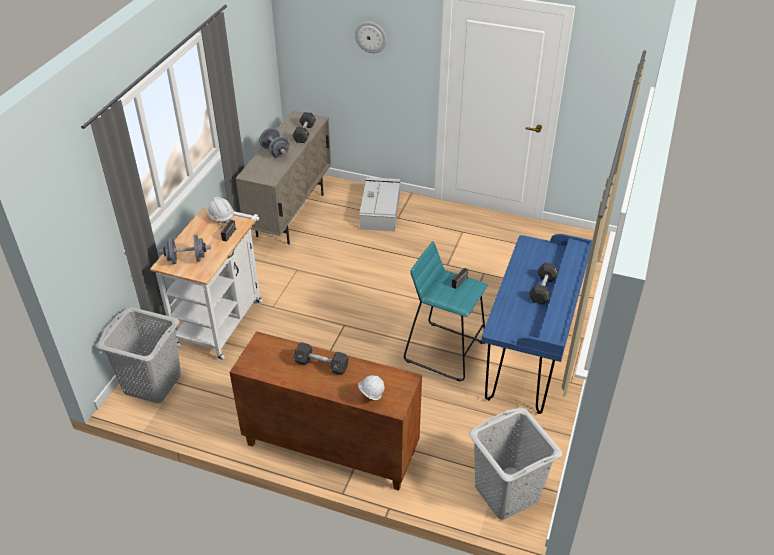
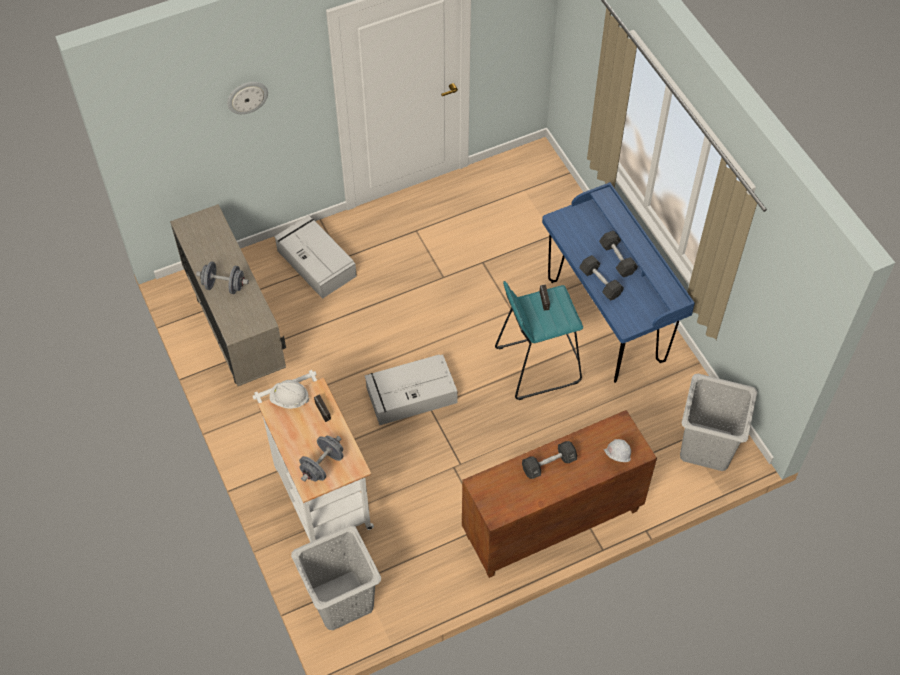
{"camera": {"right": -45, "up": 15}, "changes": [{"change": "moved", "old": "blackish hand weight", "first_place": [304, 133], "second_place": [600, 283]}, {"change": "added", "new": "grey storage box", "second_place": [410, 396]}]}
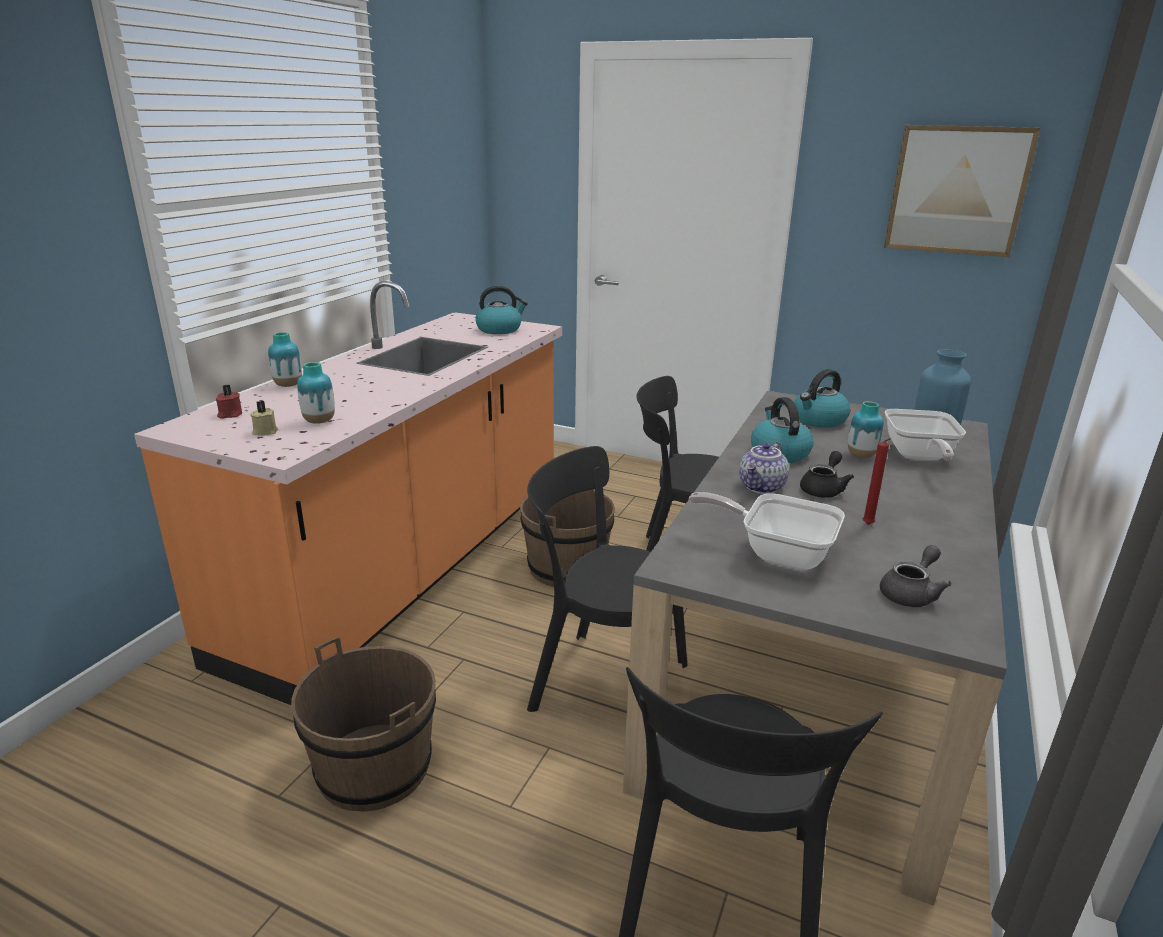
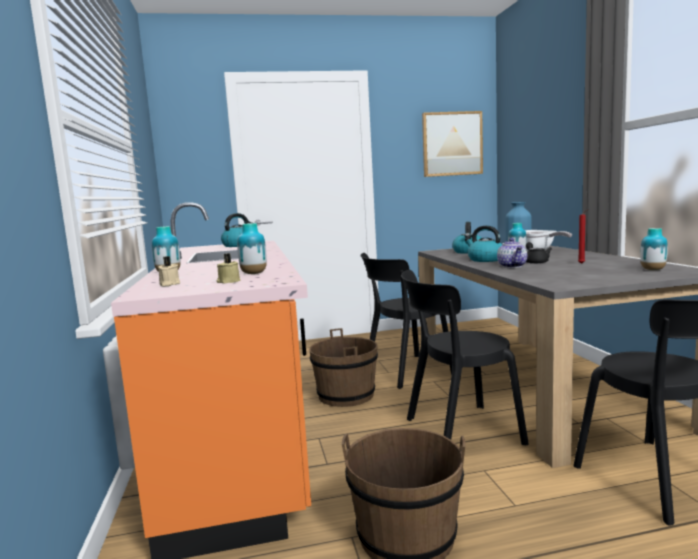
{"camera": {"right": -35, "up": -15}, "changes": [{"change": "recoloured", "old": "red wax light", "new": "sand-coloured wax light", "first_place": [230, 414], "second_place": [169, 284]}, {"change": "removed", "old": "frying pan", "first_place": [777, 553]}, {"change": "replaced", "old": "grey teapot", "new": "decorative vase", "first_place": [911, 593], "second_place": [653, 270]}]}
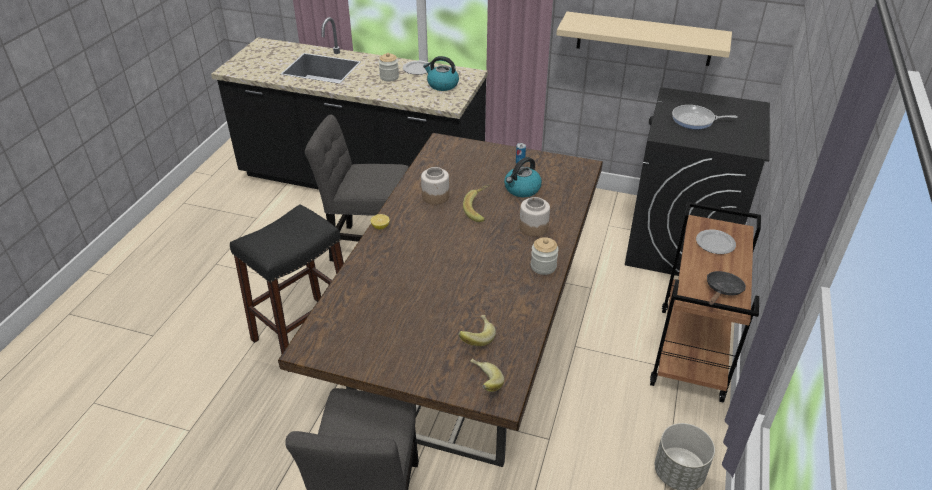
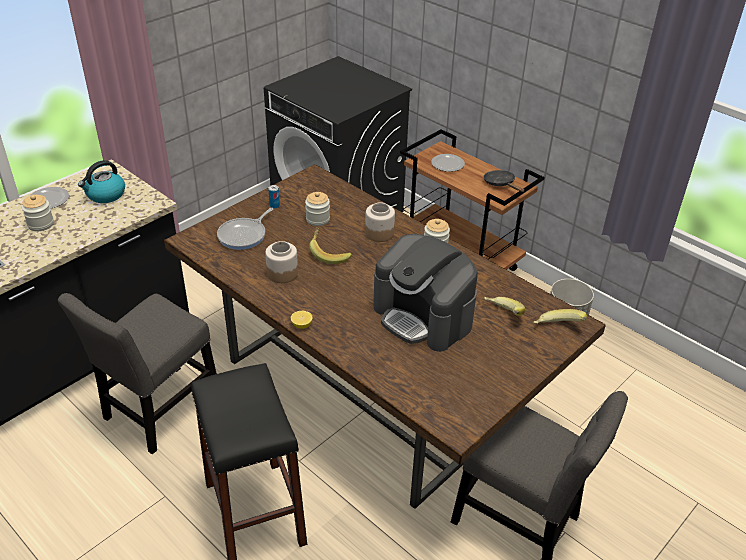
{"camera": {"right": -65, "up": 0}, "changes": [{"change": "replaced", "old": "water kettle", "new": "jar", "first_place": [522, 189], "second_place": [317, 219]}, {"change": "removed", "old": "sand-coloured wall shelf", "first_place": [644, 39]}, {"change": "moved", "old": "frying pan", "first_place": [695, 120], "second_place": [244, 235]}, {"change": "added", "new": "coffee maker", "second_place": [423, 316]}]}
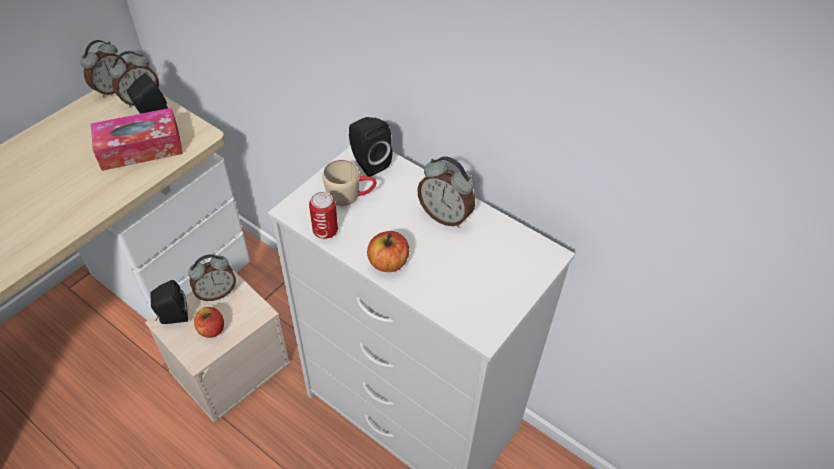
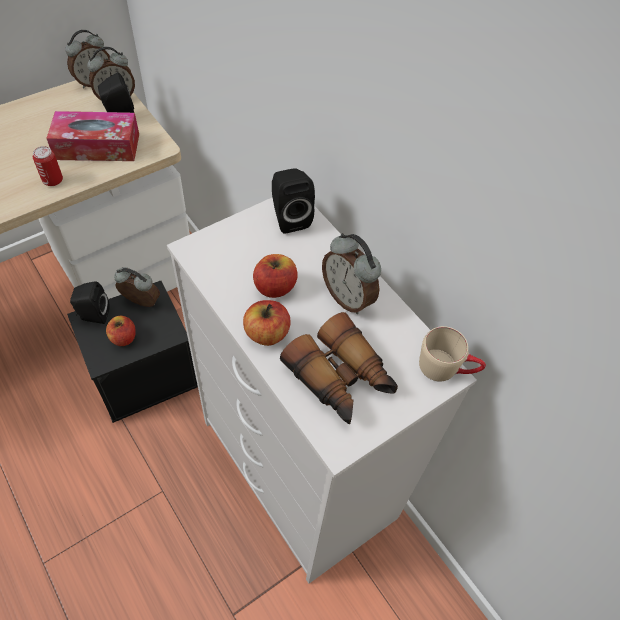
{"camera": {"right": 15, "up": 5}, "changes": [{"change": "recoloured", "old": "sand-coloured storage box", "new": "blackish storage box", "first_place": [230, 366], "second_place": [145, 373]}, {"change": "turned", "old": "bedside clock", "first_place": [216, 293], "second_place": [140, 303], "degrees": -150}, {"change": "moved", "old": "metal can", "first_place": [325, 231], "second_place": [53, 180]}, {"change": "moved", "old": "sand-coloured coffee mug", "first_place": [350, 195], "second_place": [447, 368]}, {"change": "added", "new": "apple", "second_place": [275, 287]}, {"change": "added", "new": "pair of binoculars", "second_place": [341, 379]}]}
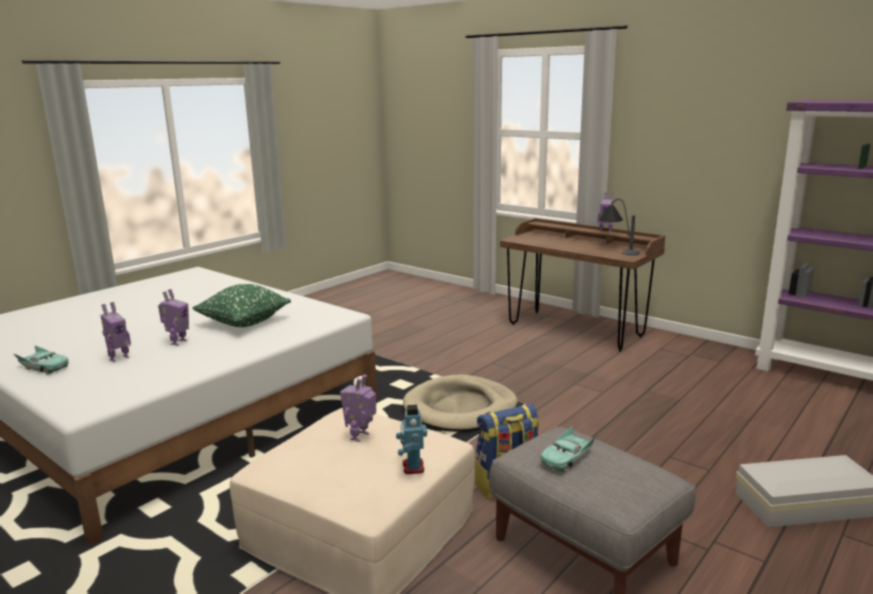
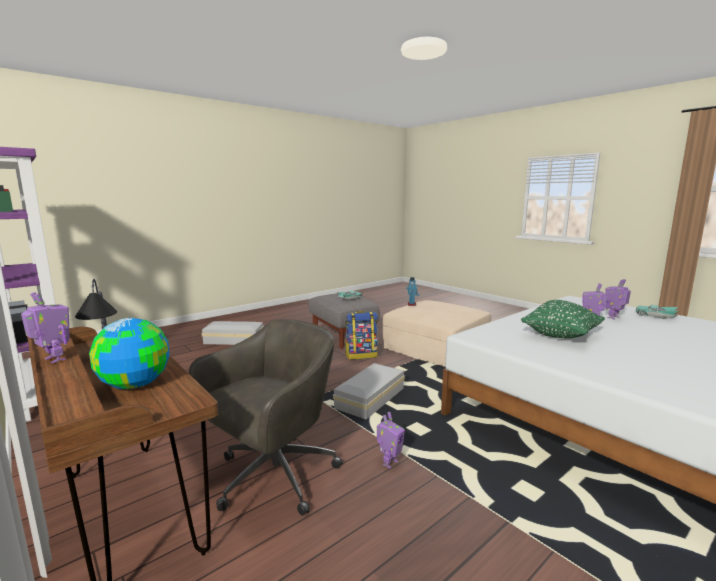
{"camera": {"right": -170, "up": -5}, "changes": [{"change": "moved", "old": "toy robot", "first_place": [360, 437], "second_place": [389, 462]}, {"change": "replaced", "old": "sand-coloured pet bed", "new": "white storage box", "first_place": [460, 408], "second_place": [369, 399]}, {"change": "added", "new": "globe", "second_place": [135, 384]}, {"change": "added", "new": "grey computer chair", "second_place": [273, 477]}]}
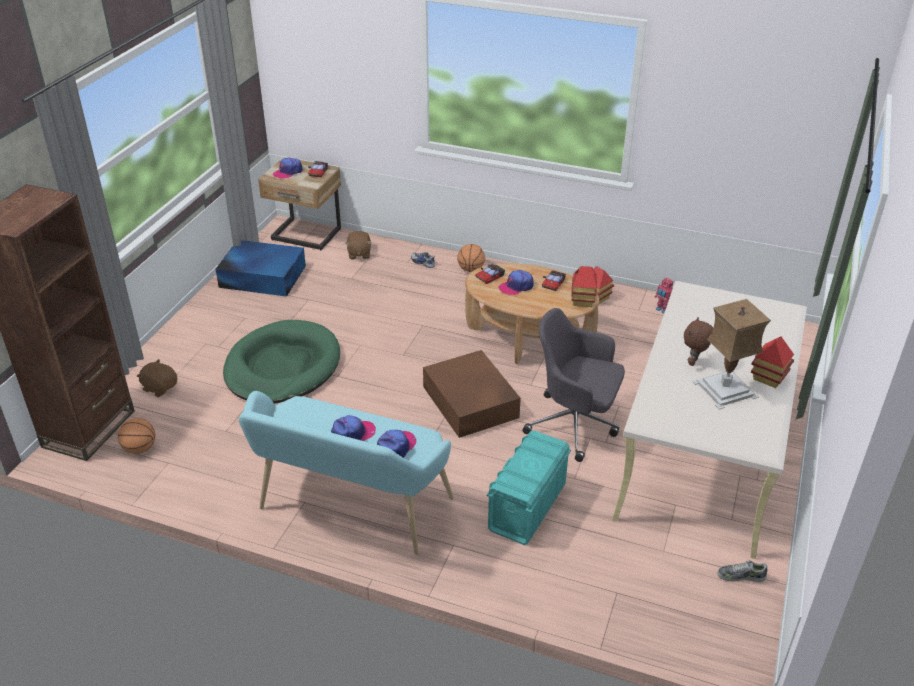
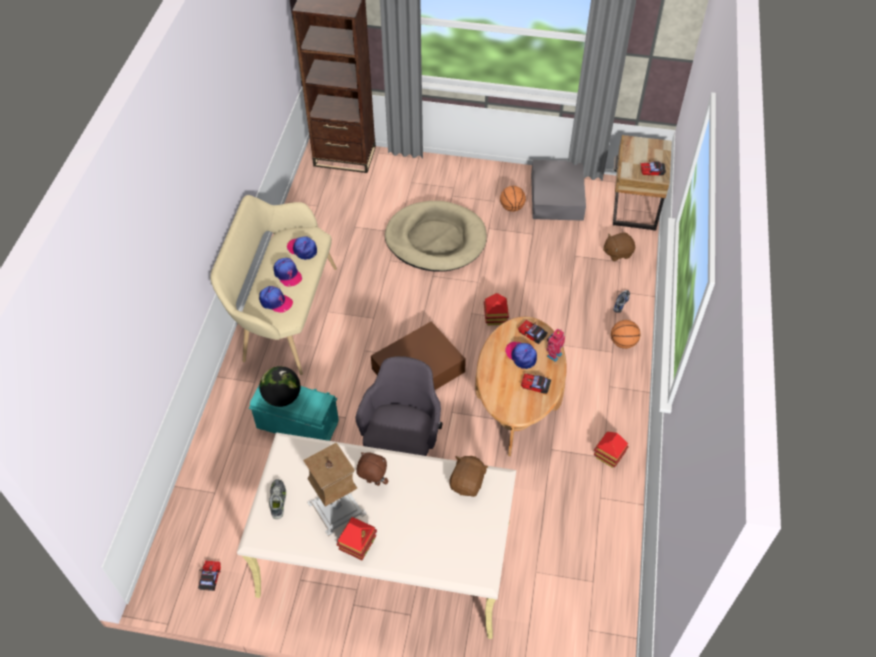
{"camera": {"right": 80, "up": 15}, "changes": [{"change": "moved", "old": "ball for basketball", "first_place": [140, 449], "second_place": [512, 207]}, {"change": "moved", "old": "brown-coloured cuddly toy", "first_place": [160, 388], "second_place": [467, 483]}, {"change": "recoloured", "old": "bluish storage box", "new": "grey storage box", "first_place": [261, 276], "second_place": [557, 196]}, {"change": "recoloured", "old": "green-coloured pet bed", "new": "sand-coloured pet bed", "first_place": [282, 367], "second_place": [435, 239]}, {"change": "recoloured", "old": "turquoise long seat", "new": "sand-coloured long seat", "first_place": [349, 508], "second_place": [284, 314]}, {"change": "moved", "old": "peaked cap", "first_place": [288, 172], "second_place": [302, 249]}, {"change": "moved", "old": "model house", "first_place": [582, 301], "second_place": [495, 319]}, {"change": "moved", "old": "toy robot", "first_place": [662, 310], "second_place": [553, 354]}, {"change": "moved", "old": "shoe", "first_place": [741, 576], "second_place": [278, 500]}, {"change": "added", "new": "toy car", "second_place": [210, 577]}, {"change": "added", "new": "globe", "second_place": [282, 397]}]}
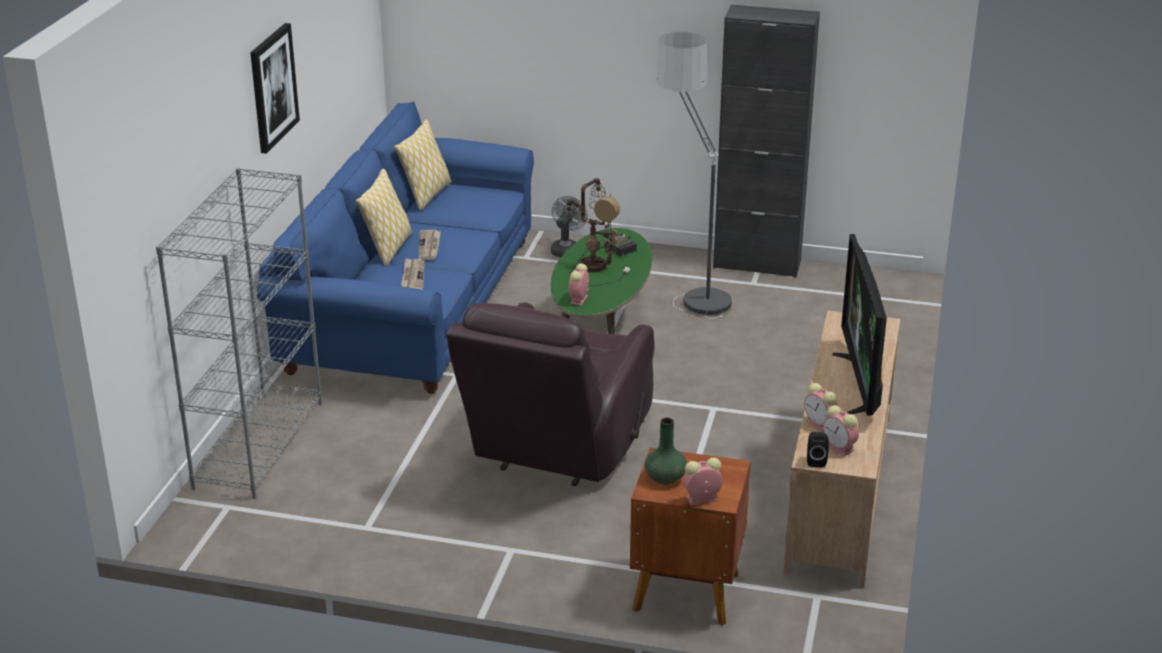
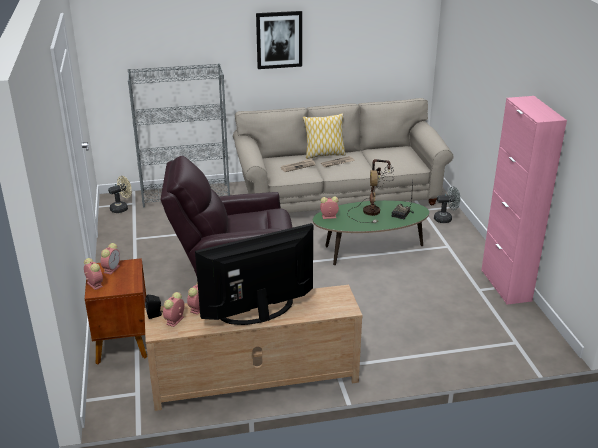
{"camera": {"right": 65, "up": 0}, "changes": [{"change": "recoloured", "old": "bluish sofa", "new": "sand-coloured sofa", "first_place": [413, 306], "second_place": [338, 195]}, {"change": "removed", "old": "throw pillow", "first_place": [426, 196]}, {"change": "replaced", "old": "green-coloured decorative vase", "new": "bedside clock", "first_place": [664, 477], "second_place": [111, 269]}, {"change": "removed", "old": "floor lamp", "first_place": [689, 287]}, {"change": "recoloured", "old": "blackish storage cabinet", "new": "pink-coloured storage cabinet", "first_place": [757, 264], "second_place": [505, 285]}, {"change": "added", "new": "sand-coloured fan", "second_place": [122, 208]}]}
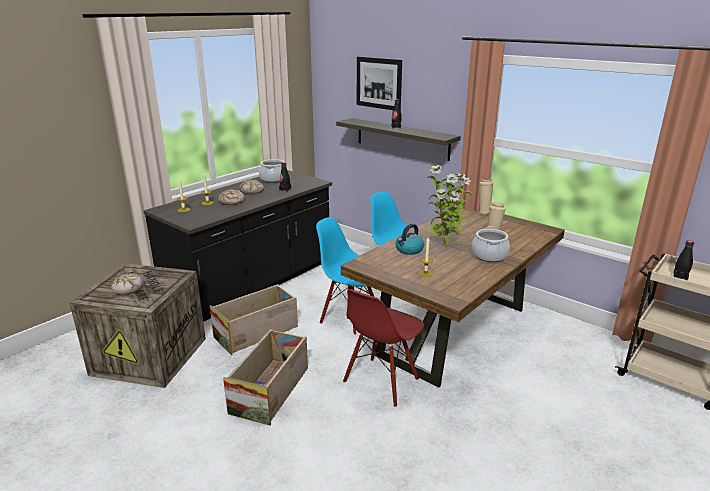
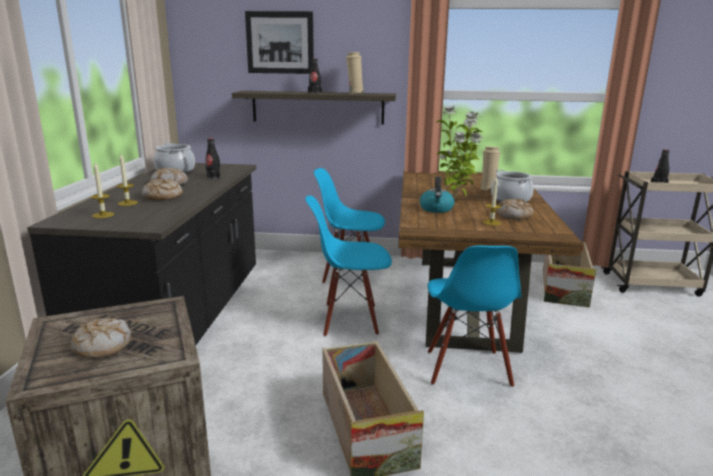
{"camera": {"right": -35, "up": -5}, "changes": [{"change": "moved", "old": "shipping crate", "first_place": [257, 332], "second_place": [563, 287]}, {"change": "recoloured", "old": "red plain chair", "new": "bluish plain chair", "first_place": [381, 381], "second_place": [467, 368]}, {"change": "moved", "old": "sand-coloured decorative vase", "first_place": [483, 212], "second_place": [354, 93]}, {"change": "added", "new": "bakery bread", "second_place": [514, 216]}]}
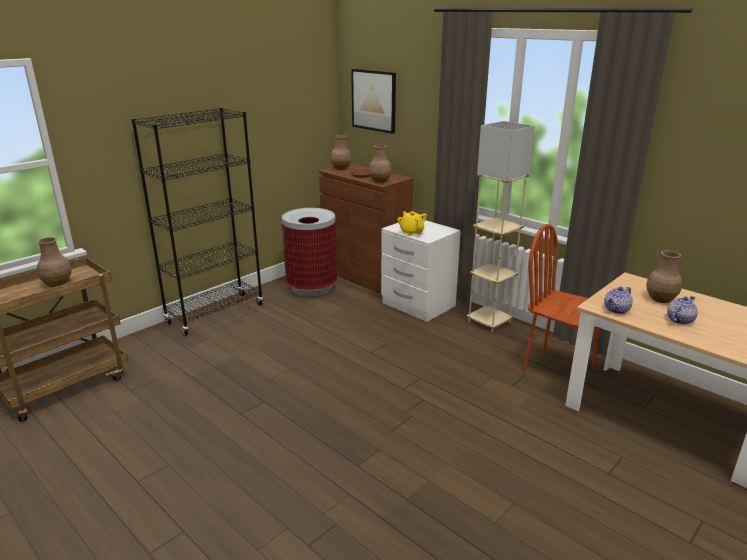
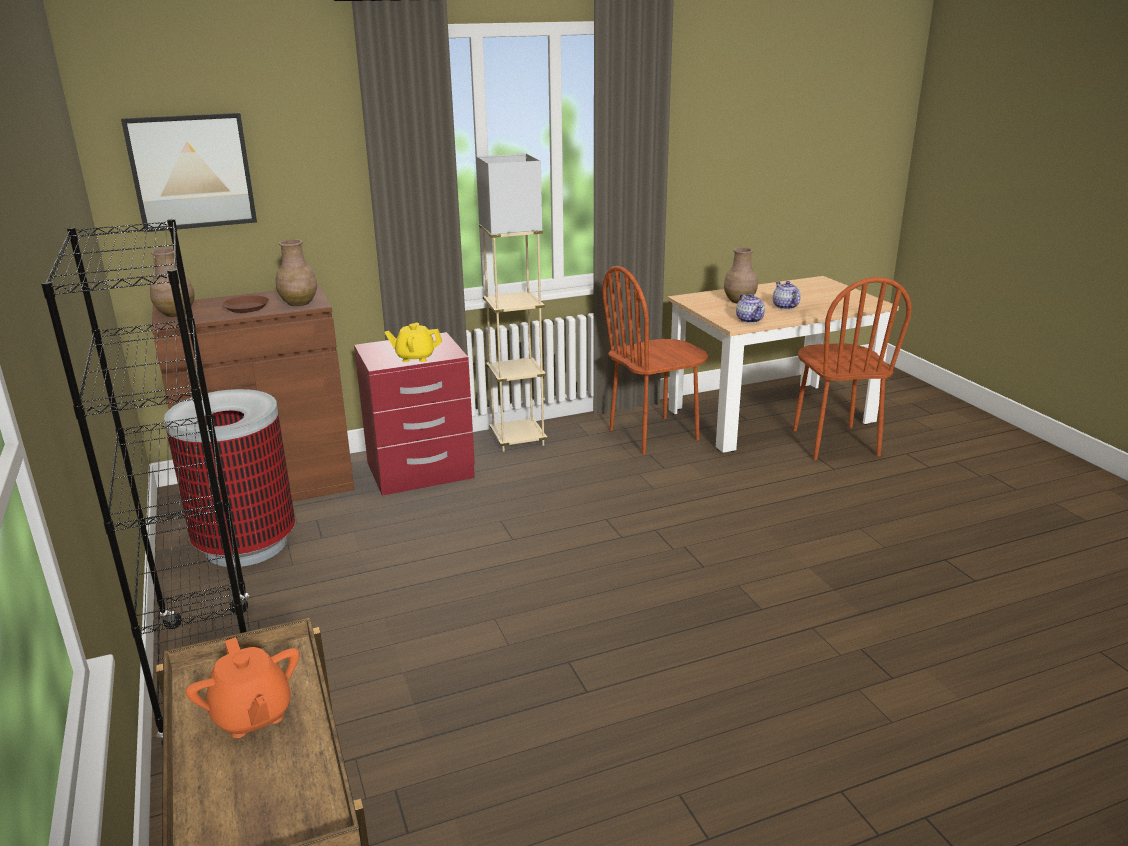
{"camera": {"right": -65, "up": 0}, "changes": [{"change": "replaced", "old": "brown-coloured decorative vase", "new": "orange-coloured teapot", "first_place": [58, 283], "second_place": [252, 715]}, {"change": "recoloured", "old": "white bedside table", "new": "red bedside table", "first_place": [417, 305], "second_place": [420, 472]}, {"change": "added", "new": "brown-coloured plain chair", "second_place": [834, 442]}]}
